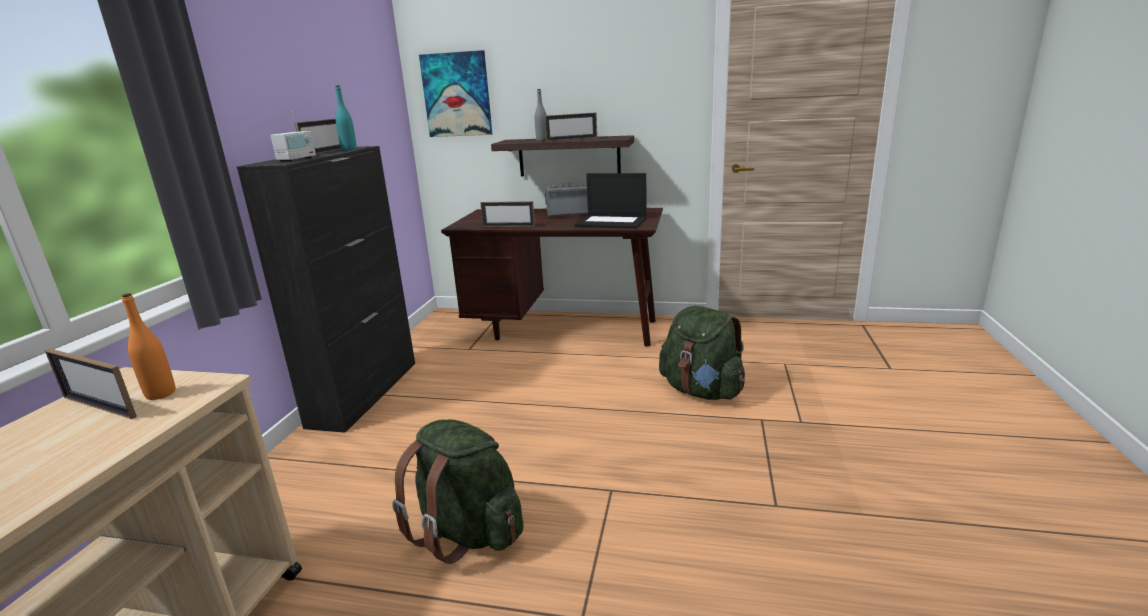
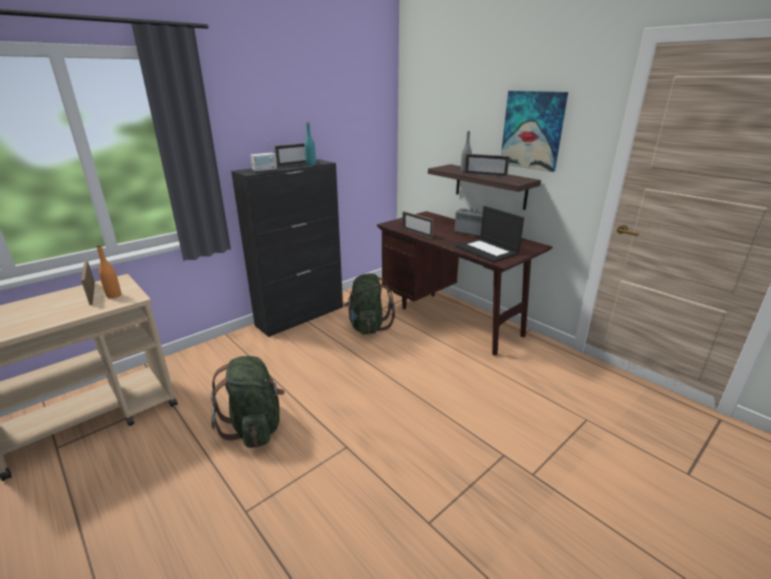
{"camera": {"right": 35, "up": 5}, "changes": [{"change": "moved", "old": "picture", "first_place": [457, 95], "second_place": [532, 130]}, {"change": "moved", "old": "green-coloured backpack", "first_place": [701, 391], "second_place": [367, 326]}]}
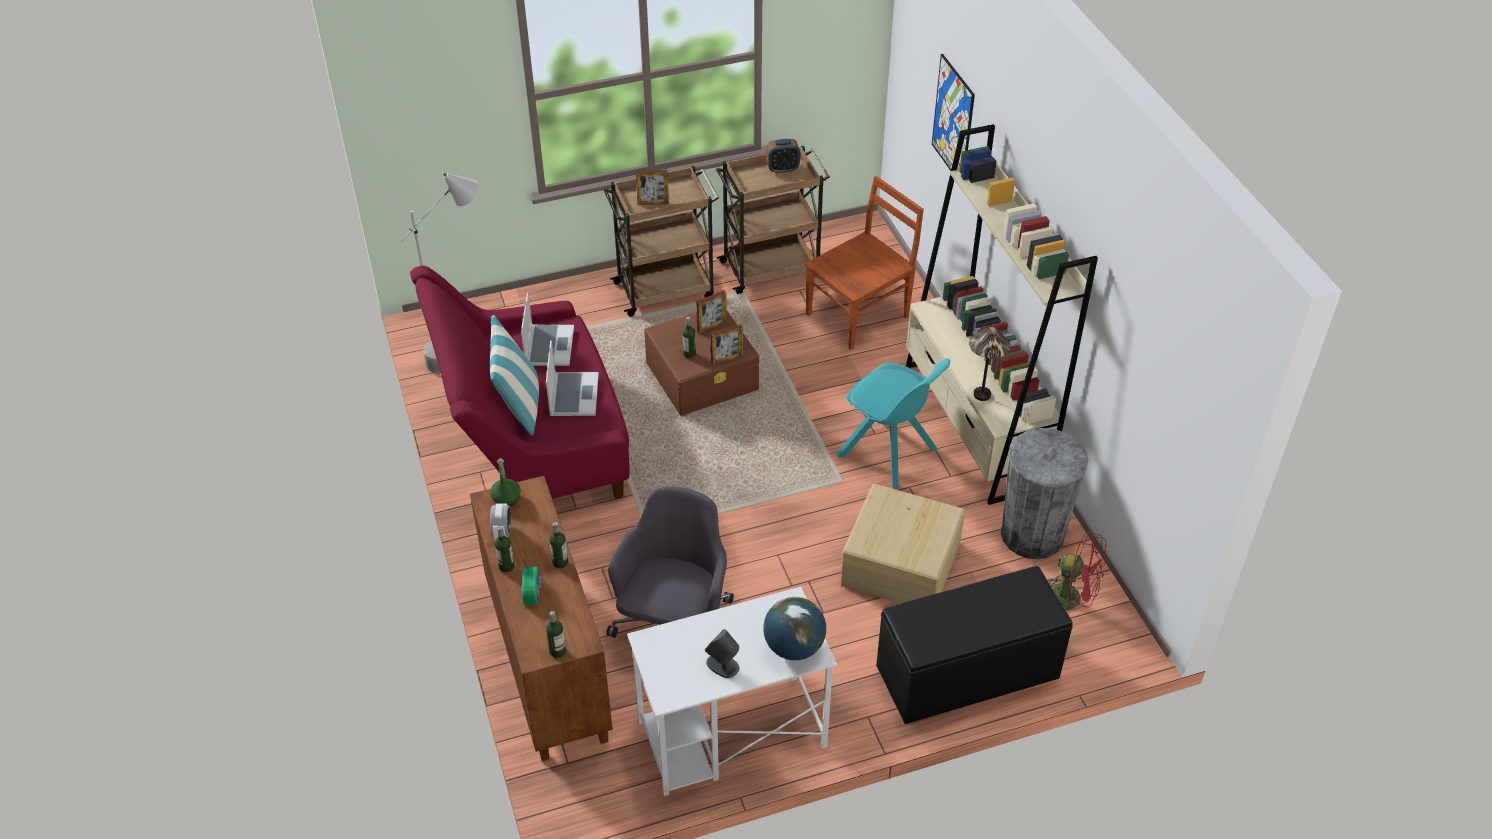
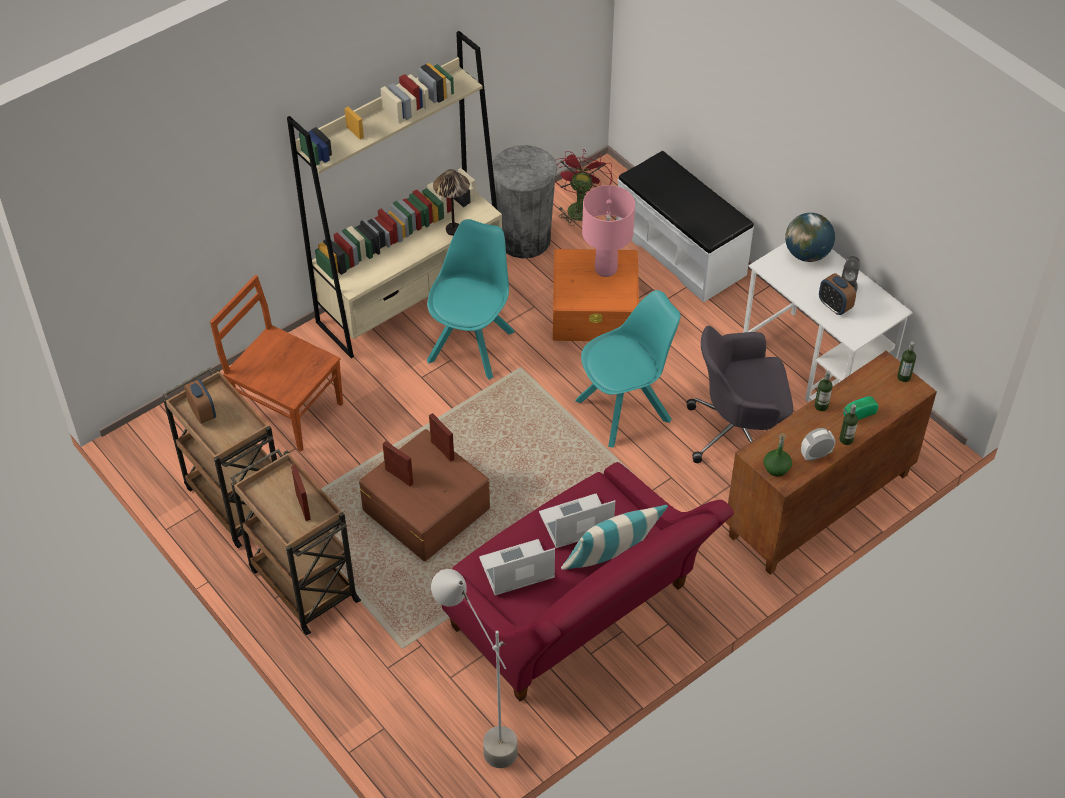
{"camera": {"right": -110, "up": 5}, "changes": [{"change": "removed", "old": "drink bottle", "first_place": [689, 354]}, {"change": "recoloured", "old": "sand-coloured storage box", "new": "orange-coloured storage box", "first_place": [900, 564], "second_place": [595, 310]}, {"change": "recoloured", "old": "blackish long seat", "new": "white long seat", "first_place": [968, 673], "second_place": [681, 250]}, {"change": "removed", "old": "picture", "first_place": [953, 120]}, {"change": "added", "new": "turquoise plain chair", "second_place": [625, 409]}, {"change": "added", "new": "pink-coloured tabletop lamp", "second_place": [606, 269]}, {"change": "added", "new": "bedside clock", "second_place": [834, 306]}]}
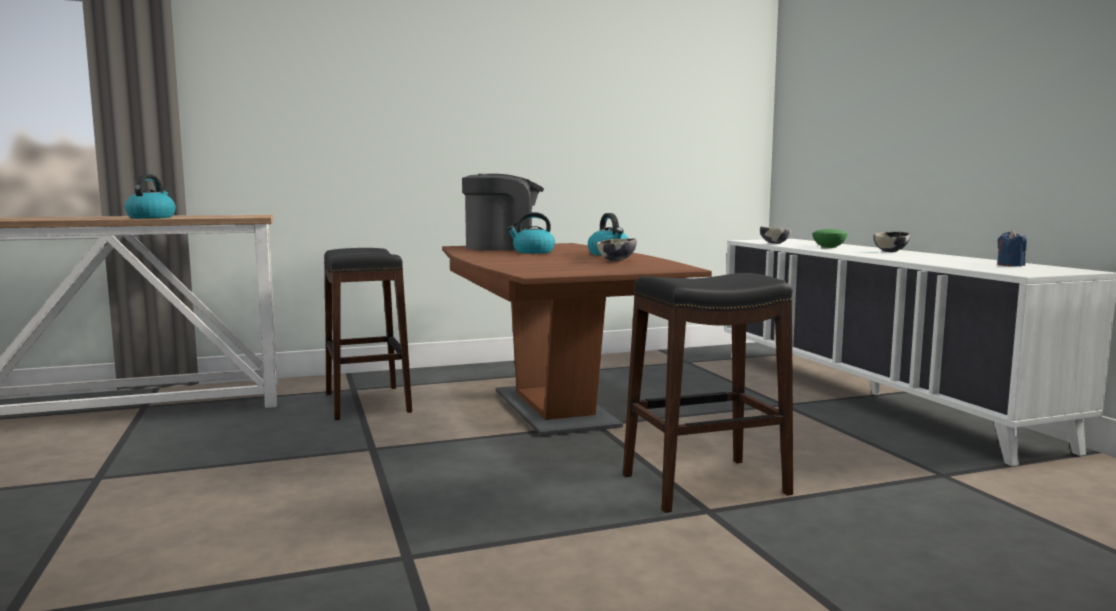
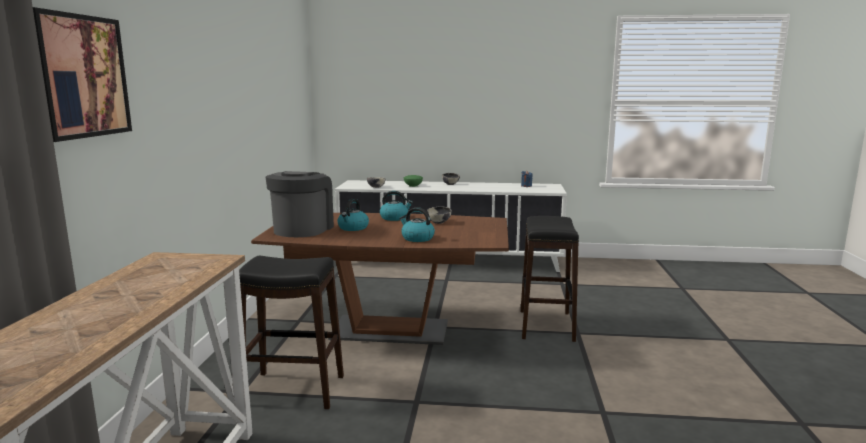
{"camera": {"right": -65, "up": 5}, "changes": [{"change": "moved", "old": "water kettle", "first_place": [151, 217], "second_place": [417, 238]}, {"change": "added", "new": "picture", "second_place": [81, 76]}]}
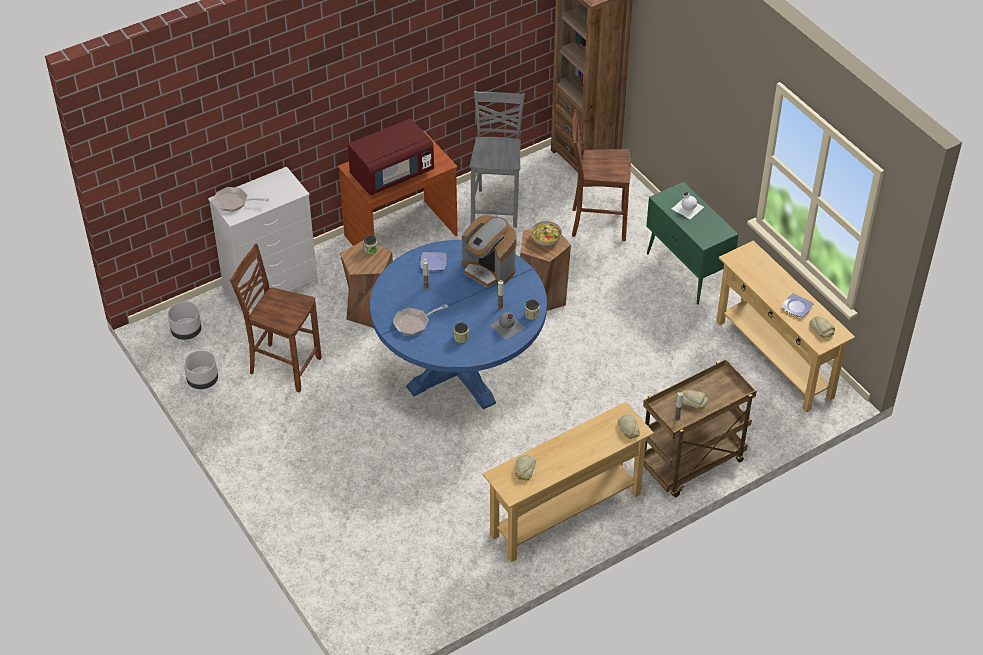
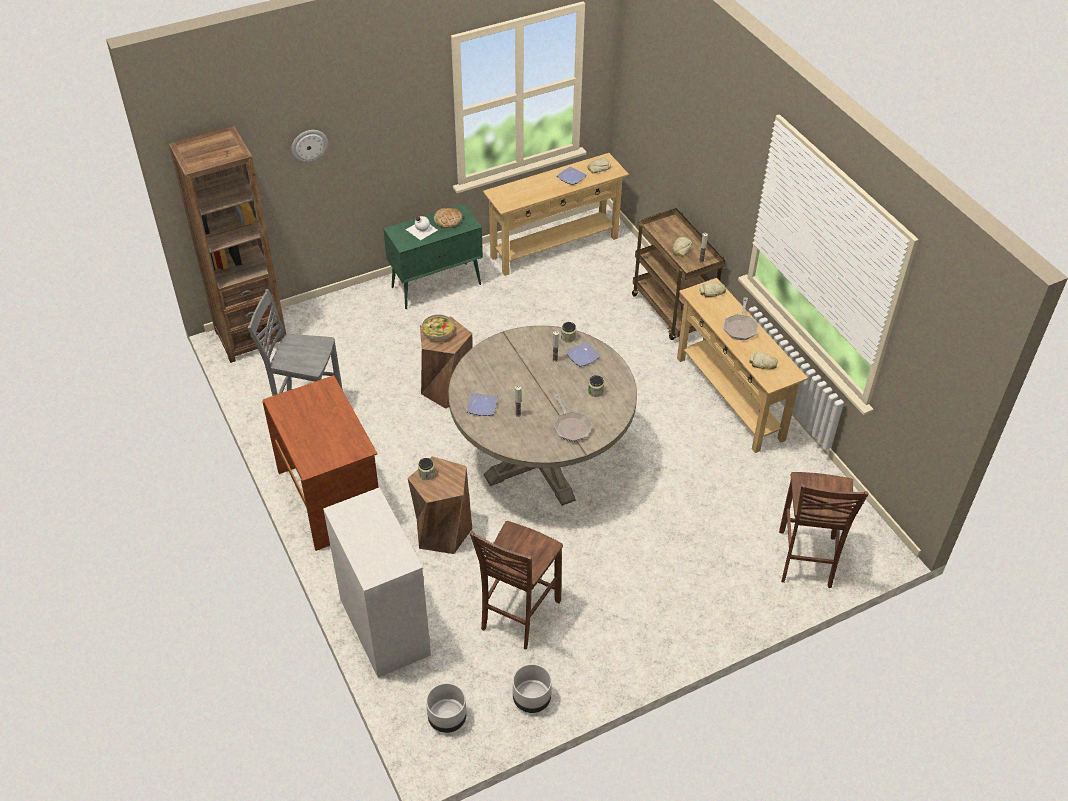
{"camera": {"right": -85, "up": 0}, "changes": [{"change": "moved", "old": "frying pan", "first_place": [234, 202], "second_place": [740, 327]}, {"change": "removed", "old": "red microwave", "first_place": [391, 174]}, {"change": "recoloured", "old": "bluish kitchen table", "new": "sand-coloured kitchen table", "first_place": [459, 369], "second_place": [541, 460]}, {"change": "removed", "old": "coffee maker", "first_place": [488, 270]}, {"change": "replaced", "old": "grey drink bottle", "new": "plate", "first_place": [507, 326], "second_place": [583, 356]}, {"change": "moved", "old": "brown-coloured plain chair", "first_place": [597, 223], "second_place": [805, 560]}, {"change": "added", "new": "wall clock", "second_place": [309, 145]}, {"change": "added", "new": "bakery bread", "second_place": [448, 220]}]}
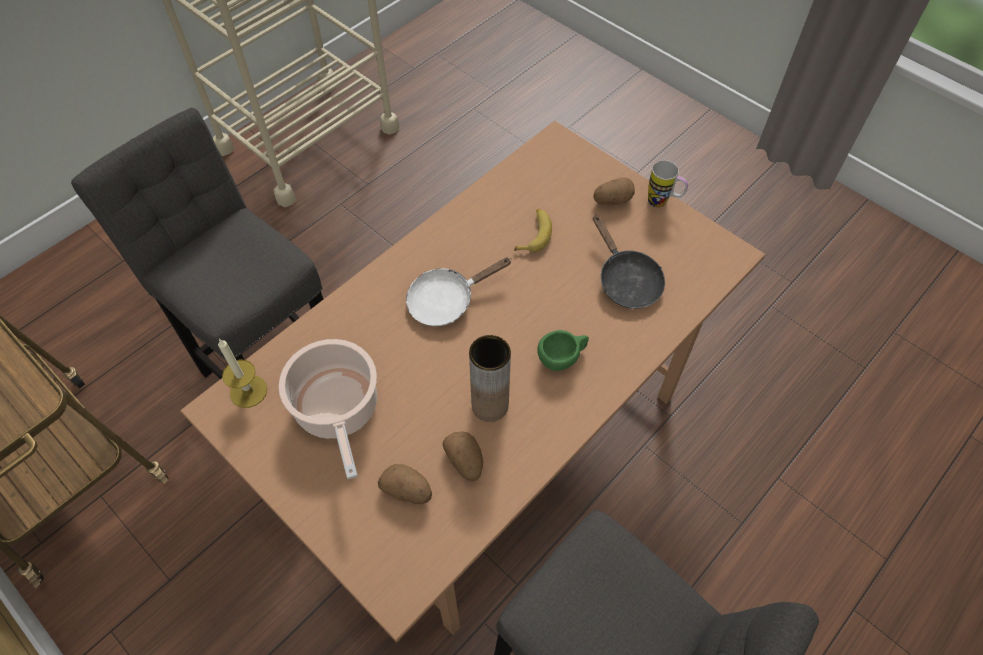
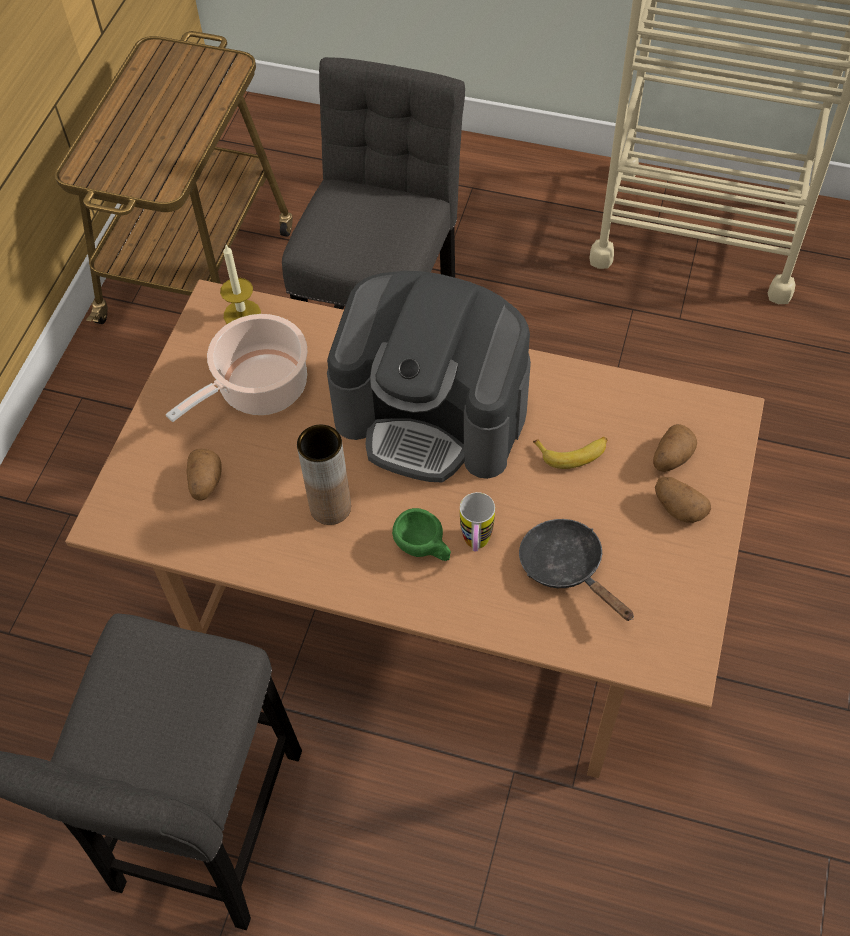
{"camera": {"right": 65, "up": 0}, "changes": [{"change": "replaced", "old": "white frying pan", "new": "coffee maker", "first_place": [447, 300], "second_place": [433, 414]}, {"change": "moved", "old": "potato", "first_place": [465, 462], "second_place": [671, 458]}, {"change": "turned", "old": "blackish frying pan", "first_place": [626, 280], "second_place": [566, 567], "degrees": 105}, {"change": "moved", "old": "coffee mug", "first_place": [663, 203], "second_place": [476, 545]}]}
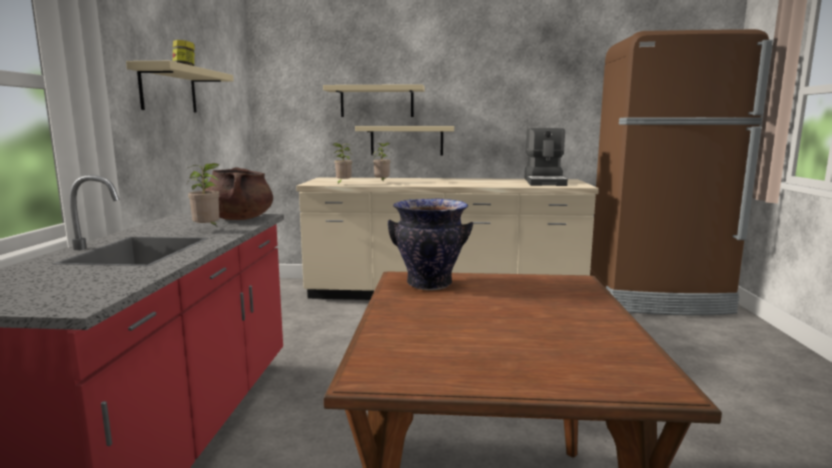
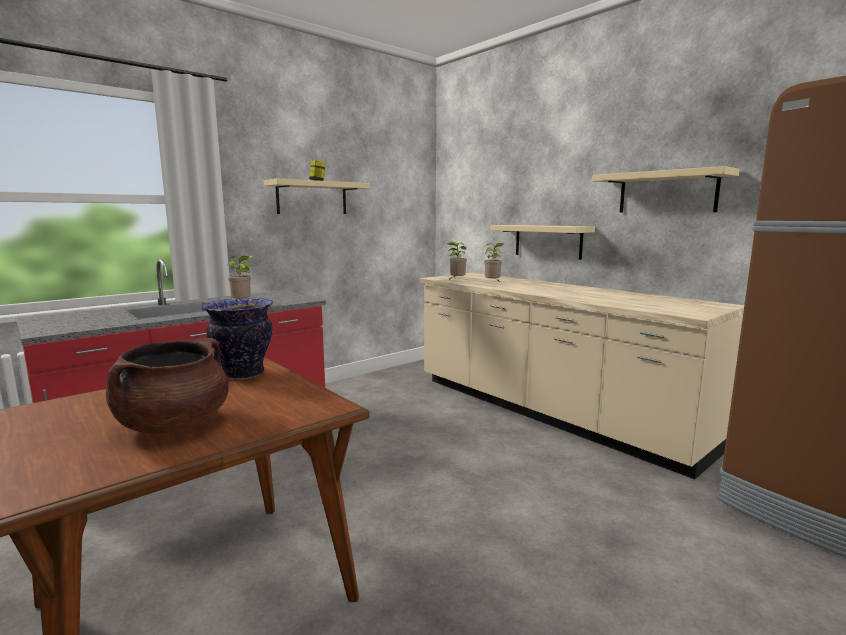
{"camera": {"right": 45, "up": 0}, "changes": [{"change": "moved", "old": "brown-coloured saucepot", "first_place": [240, 219], "second_place": [174, 424]}, {"change": "moved", "old": "sand-coloured wall shelf", "first_place": [377, 102], "second_place": [667, 192]}, {"change": "removed", "old": "coffee maker", "first_place": [545, 182]}]}
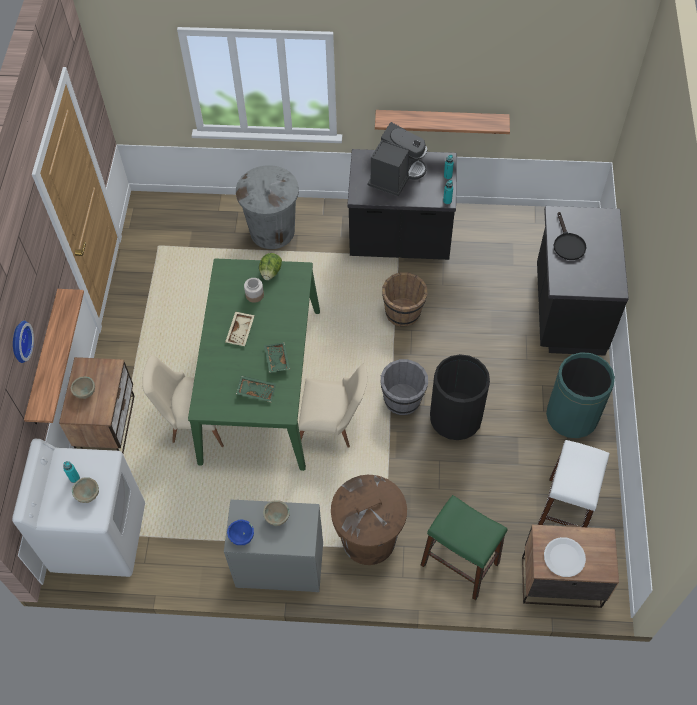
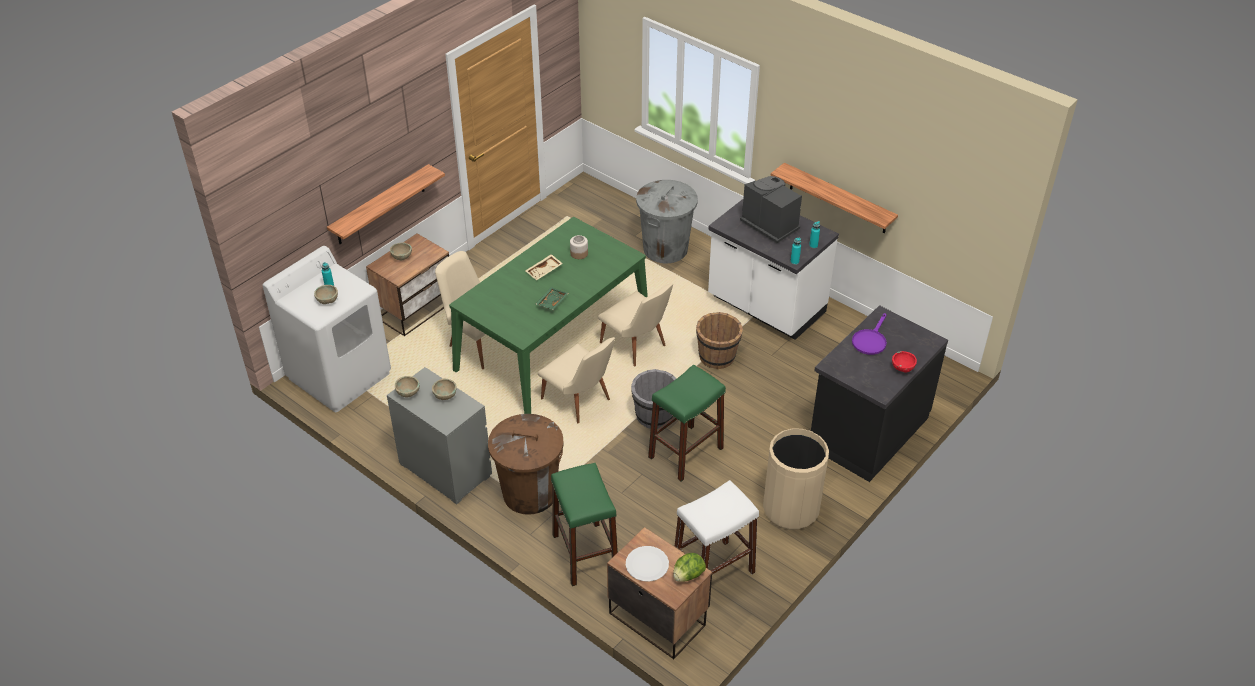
{"camera": {"right": 35, "up": -15}, "changes": [{"change": "removed", "old": "wall clock", "first_place": [19, 341]}, {"change": "recoloured", "old": "bluish deep dish", "new": "sand-coloured deep dish", "first_place": [242, 537], "second_place": [408, 393]}, {"change": "removed", "old": "green-coloured tray", "first_place": [256, 390]}, {"change": "moved", "old": "head of lettuce", "first_place": [270, 272], "second_place": [688, 575]}, {"change": "recoloured", "old": "blackish counter", "new": "white counter", "first_place": [400, 241], "second_place": [765, 307]}, {"change": "turned", "old": "coffee maker", "first_place": [396, 175], "second_place": [769, 224], "degrees": -105}, {"change": "replaced", "old": "blackish waste bin", "new": "green-coloured sitting stool", "first_place": [455, 418], "second_place": [686, 452]}, {"change": "recoloured", "old": "green-coloured waste bin", "new": "sand-coloured waste bin", "first_place": [572, 416], "second_place": [791, 508]}, {"change": "recoloured", "old": "blackish frying pan", "new": "purple frying pan", "first_place": [567, 244], "second_place": [870, 340]}, {"change": "added", "new": "sand-coloured plain chair", "second_place": [637, 347]}, {"change": "added", "new": "red deep dish", "second_place": [902, 368]}]}
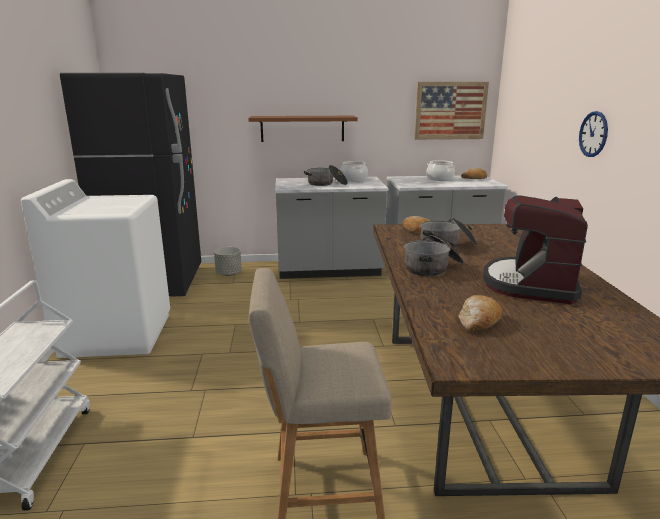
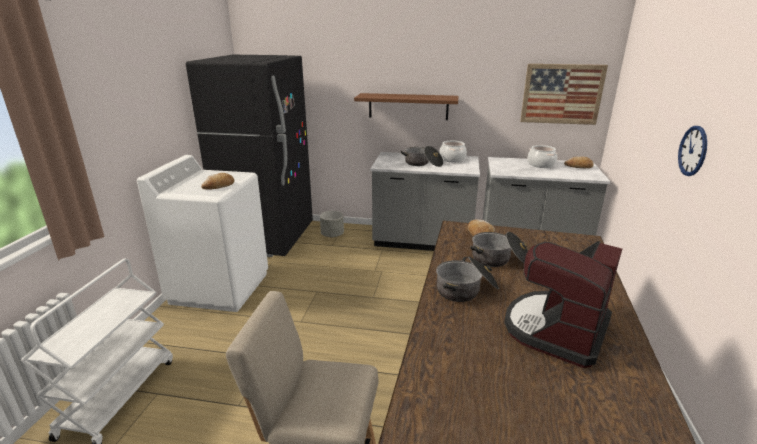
{"camera": {"right": 15, "up": 5}, "changes": [{"change": "moved", "old": "bakery bread", "first_place": [478, 321], "second_place": [219, 186]}]}
